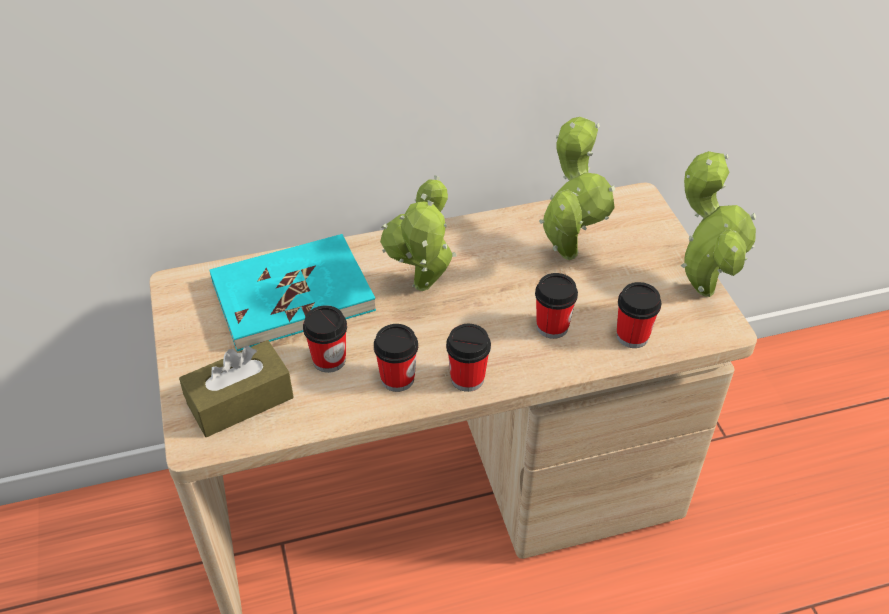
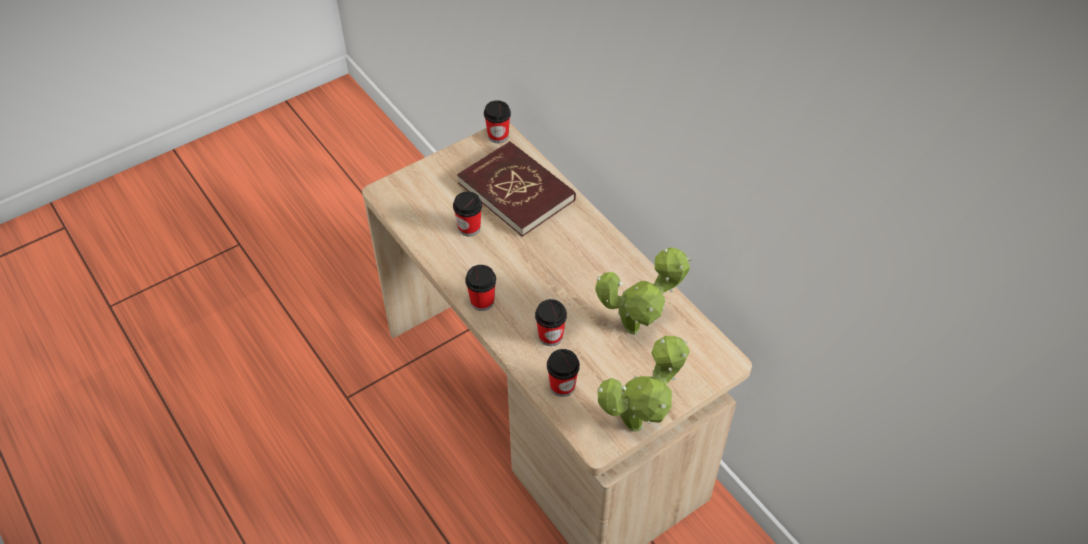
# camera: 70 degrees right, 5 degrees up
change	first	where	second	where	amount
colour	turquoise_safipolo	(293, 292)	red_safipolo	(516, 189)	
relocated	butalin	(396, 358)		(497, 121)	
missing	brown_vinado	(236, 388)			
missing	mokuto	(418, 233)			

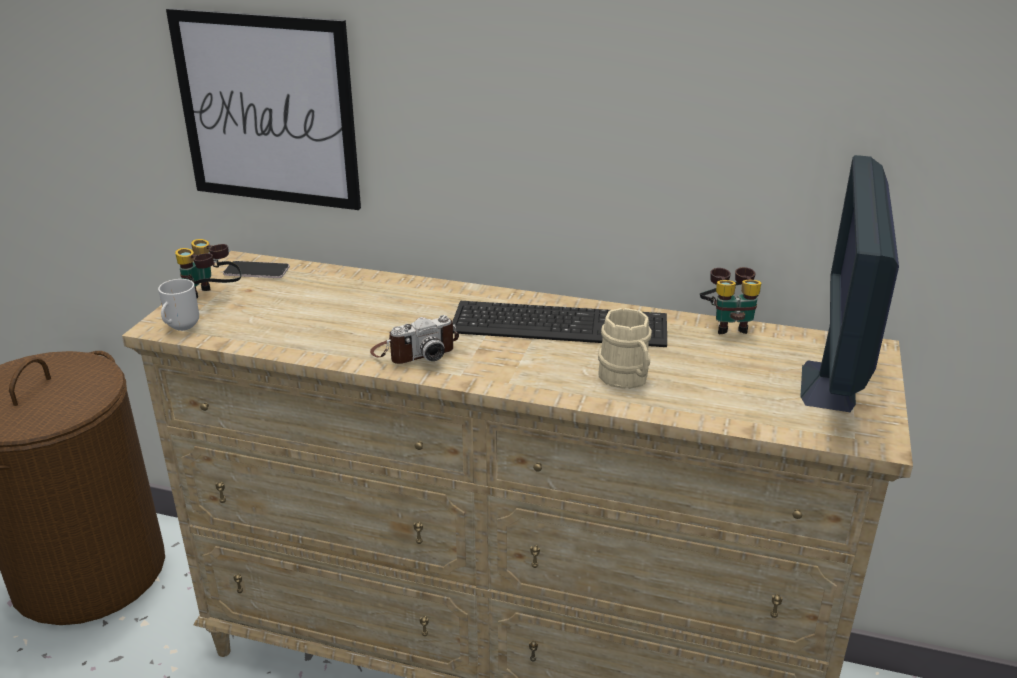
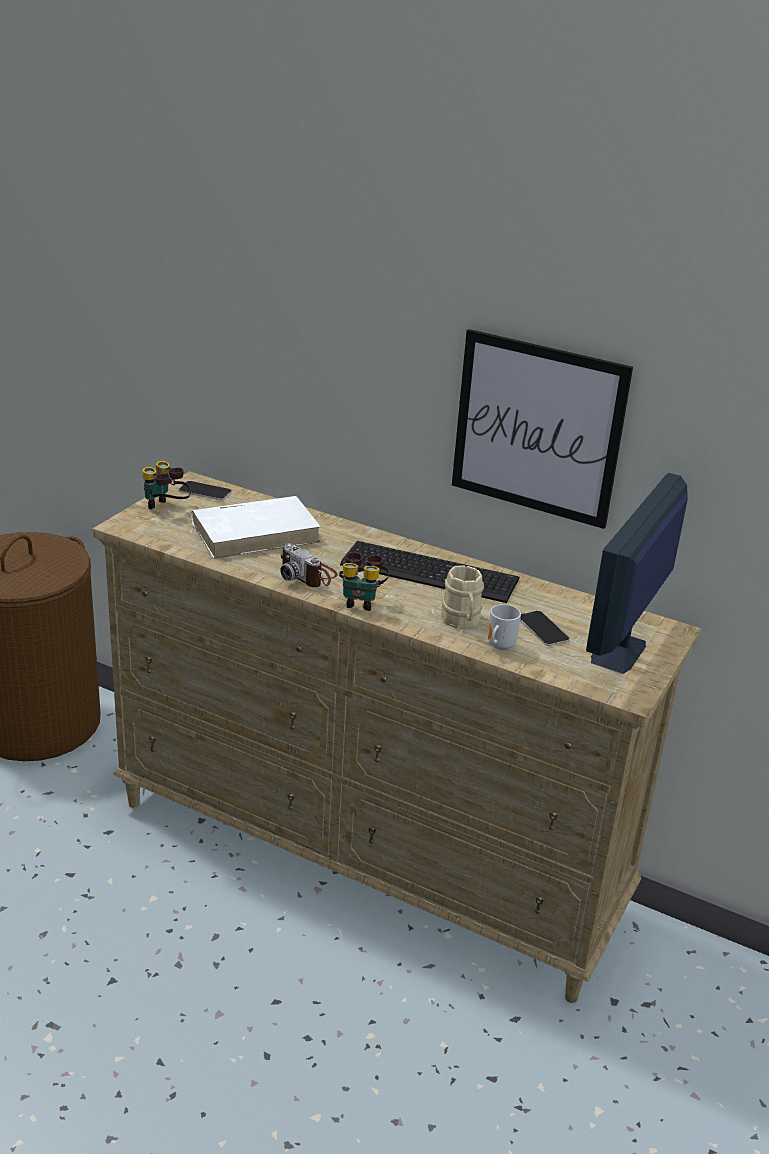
# camera: 10 degrees right, 0 degrees up
change	first	where	second	where	amount
appeared			white_safipolo	(256, 527)	
spun	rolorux	(414, 339)		(309, 565)	60 degrees clockwise
relocated	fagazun	(730, 300)		(364, 581)	
relocated	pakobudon	(263, 109)		(542, 429)	
relocated	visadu	(178, 305)		(504, 627)	
appeared			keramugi	(545, 628)	

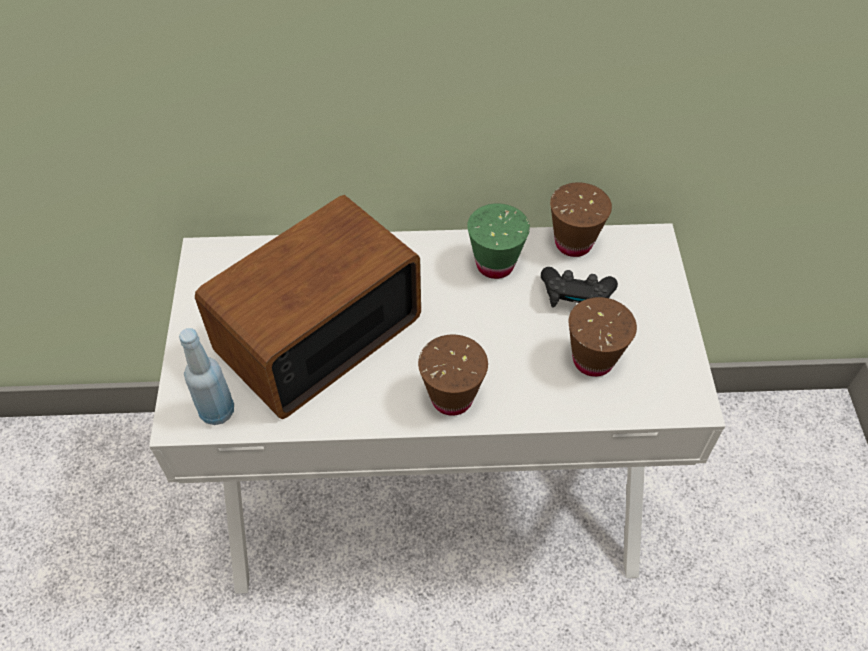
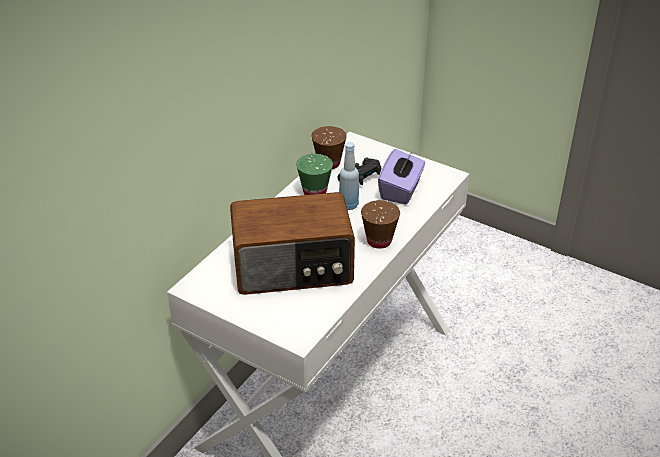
# camera: 55 degrees left, 15 degrees down
change	first	where	second	where	amount
spun	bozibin	(308, 307)		(292, 243)	90 degrees counterclockwise
relocated	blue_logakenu	(206, 376)		(349, 176)	
exchanged	brown_butalin	(603, 337)	purple_vinado	(401, 177)	

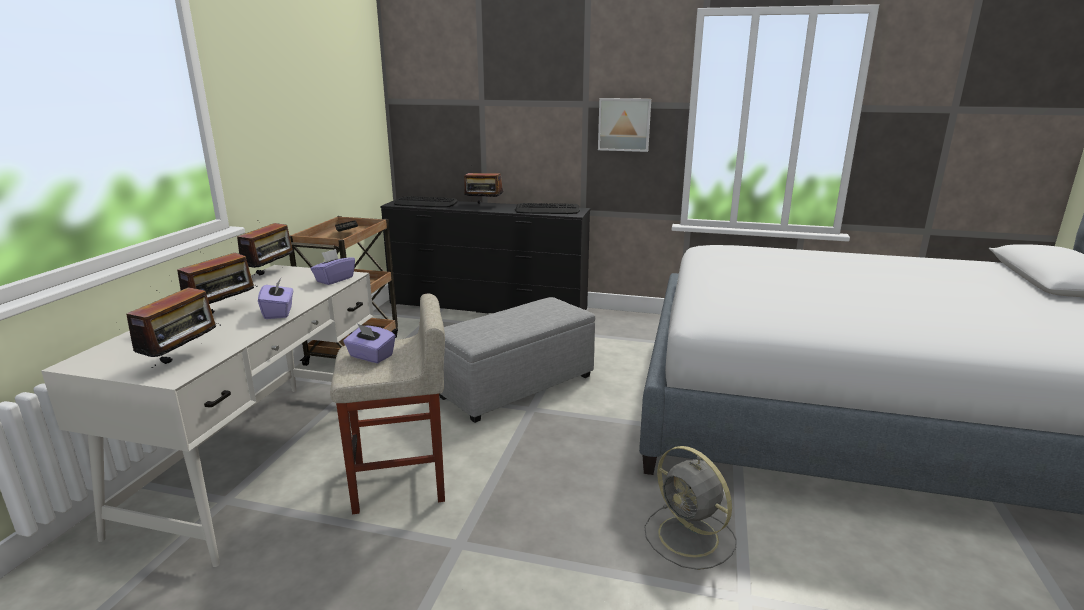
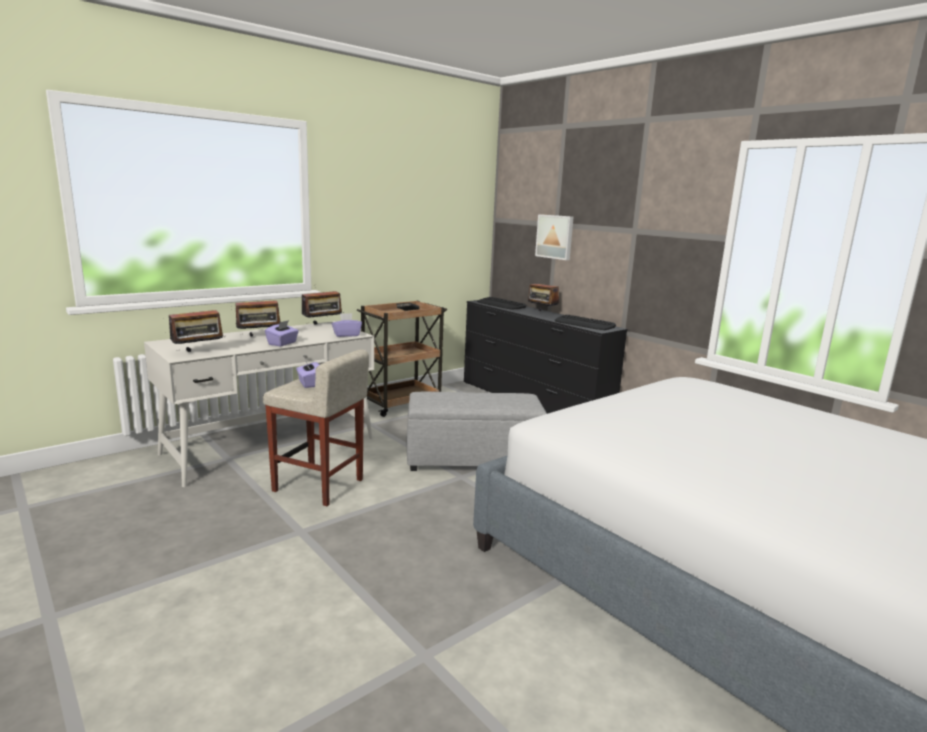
# camera: 35 degrees right, 5 degrees down
change	first	where	second	where	amount
relocated	pakobudon	(624, 125)		(554, 237)	
missing	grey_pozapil	(690, 508)			

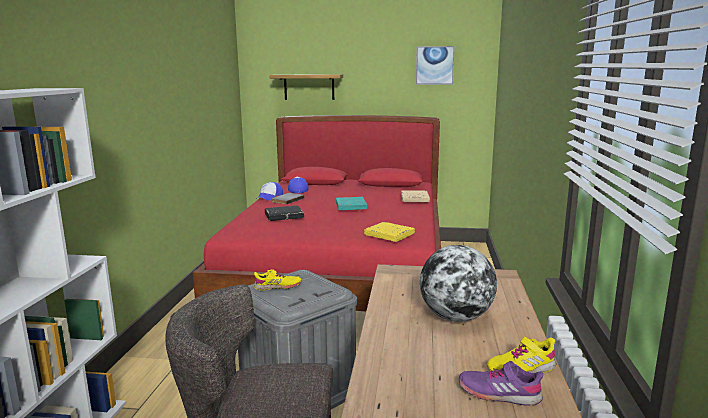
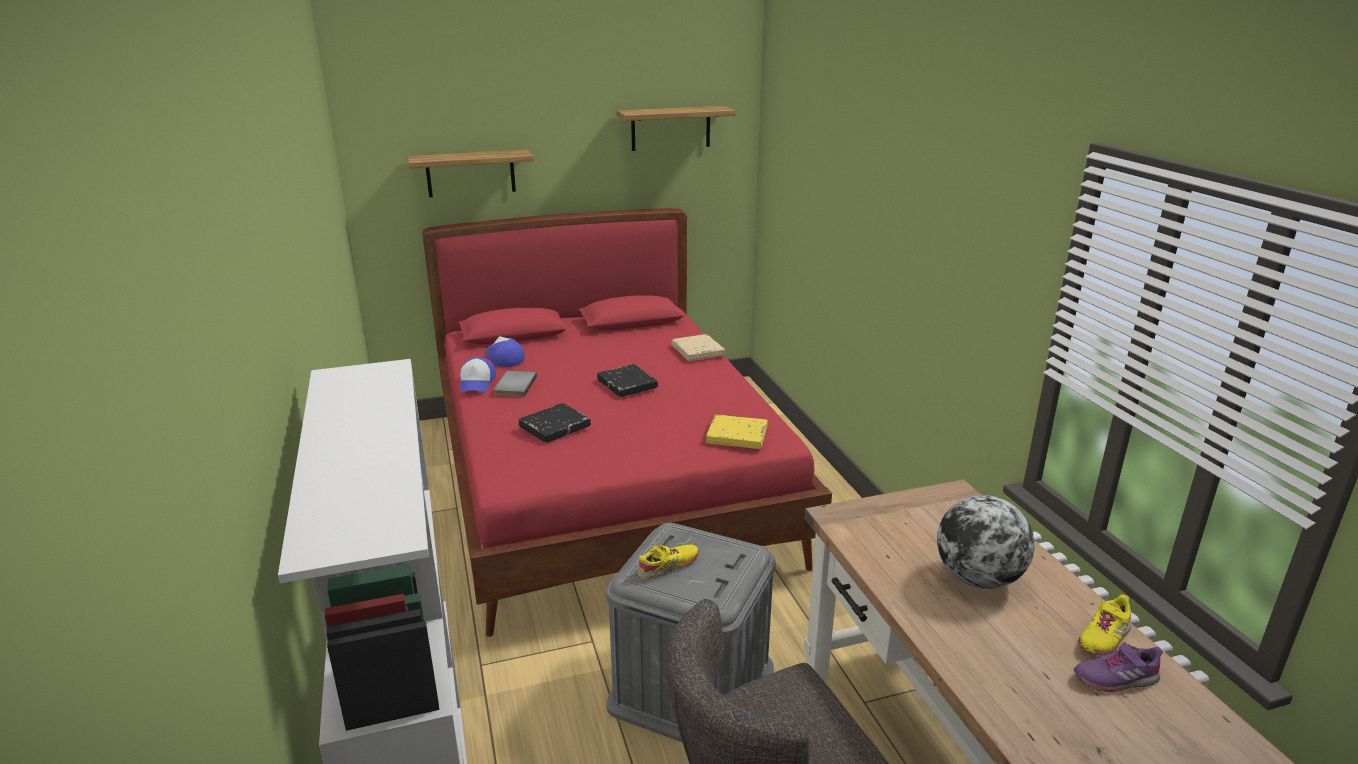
# camera: 25 degrees left, 10 degrees up
change	first	where	second	where	amount
colour	turquoise_safipolo	(351, 203)	black_safipolo	(627, 380)	
exchanged	pakobudon	(435, 65)	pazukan	(676, 128)	

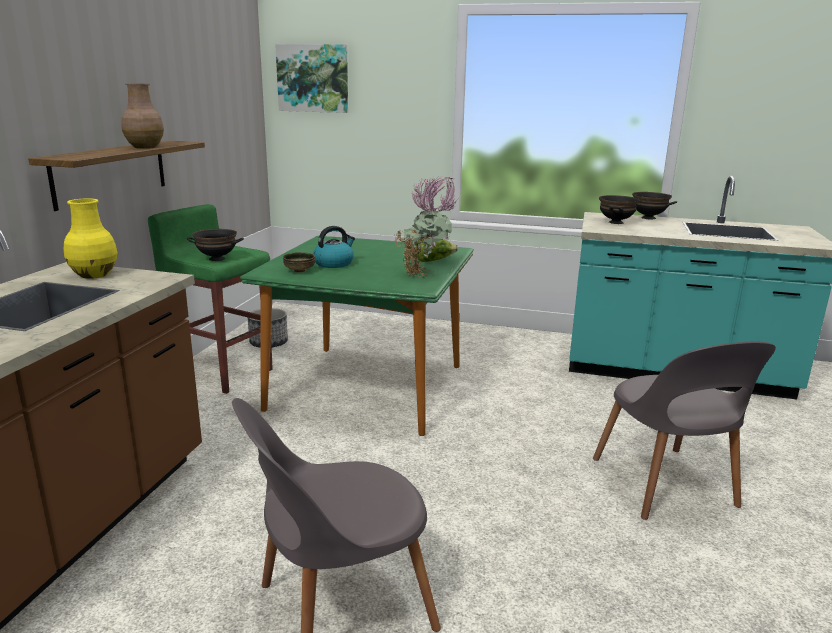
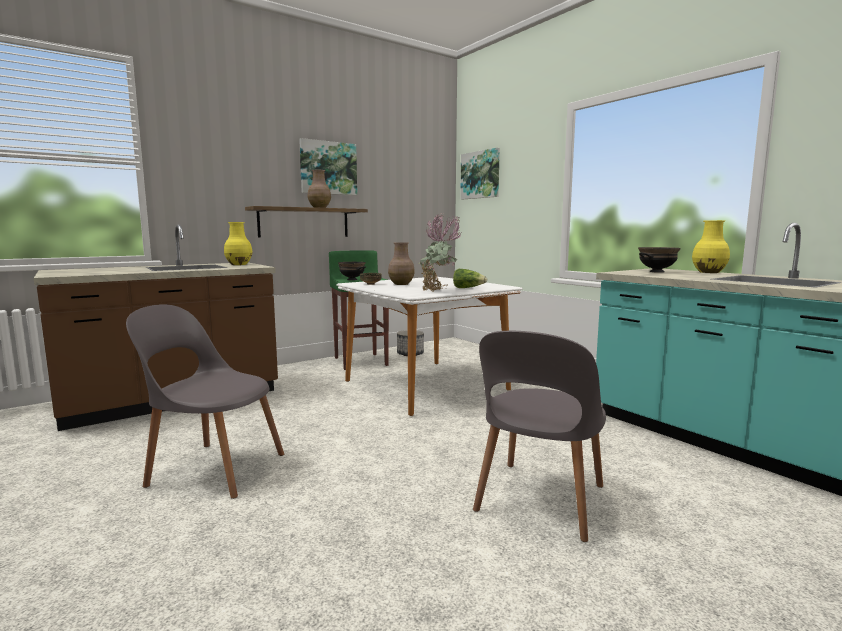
# camera: 40 degrees right, 10 degrees down
change	first	where	second	where	amount
appeared			pakobudon	(328, 166)	
colour	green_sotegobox	(357, 336)	white_sotegobox	(429, 346)	
exchanged	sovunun	(334, 247)	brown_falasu	(401, 263)	
exchanged	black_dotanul	(654, 205)	yellow_falasu	(711, 246)	

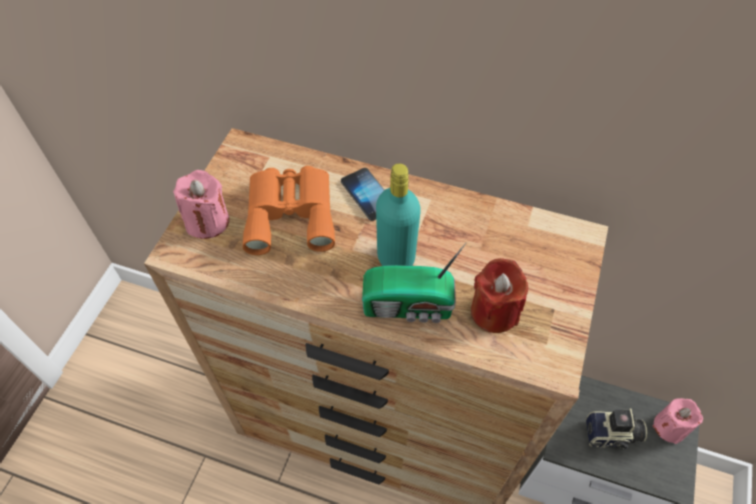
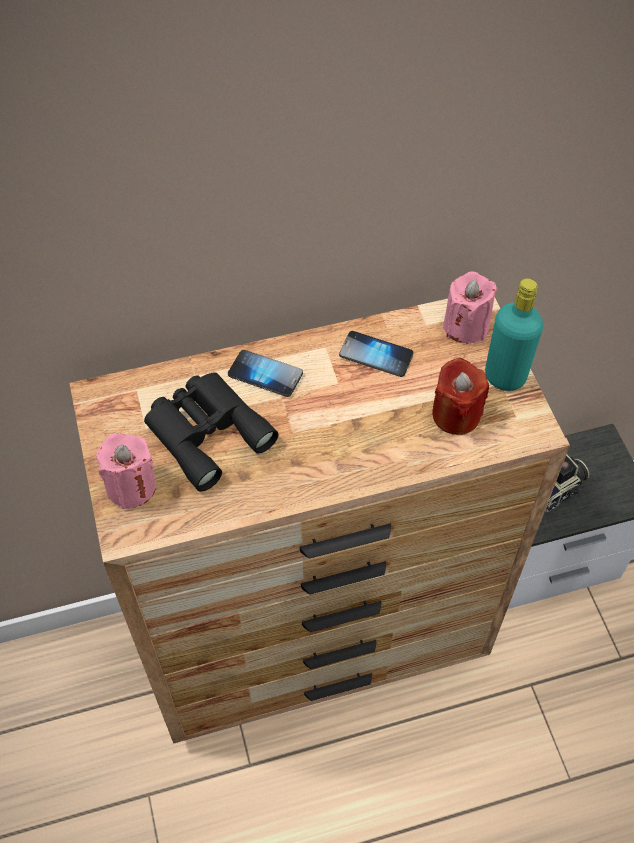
# camera: 35 degrees left, 0 degrees up
change	first	where	second	where	amount
colour	orange_fagazun	(289, 210)	black_fagazun	(211, 432)	
appeared			keramugi	(376, 354)	
relocated	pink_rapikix	(678, 421)		(470, 307)	
relocated	turquoise_logakenu	(398, 214)		(514, 334)	
missing	bozibin	(414, 283)			

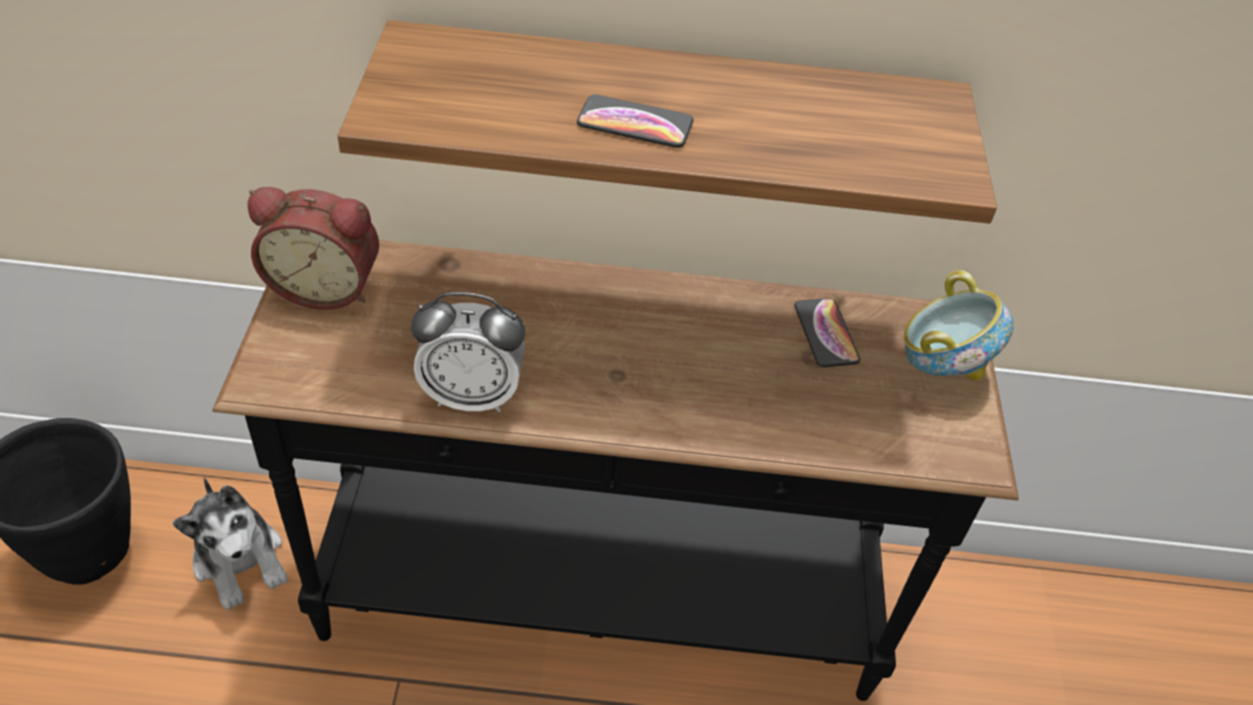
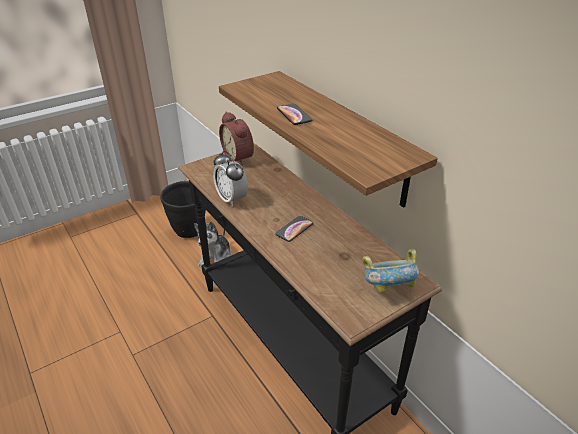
# camera: 55 degrees right, 10 degrees down
change	first	where	second	where	amount
relocated	keramugi	(827, 332)		(294, 229)	

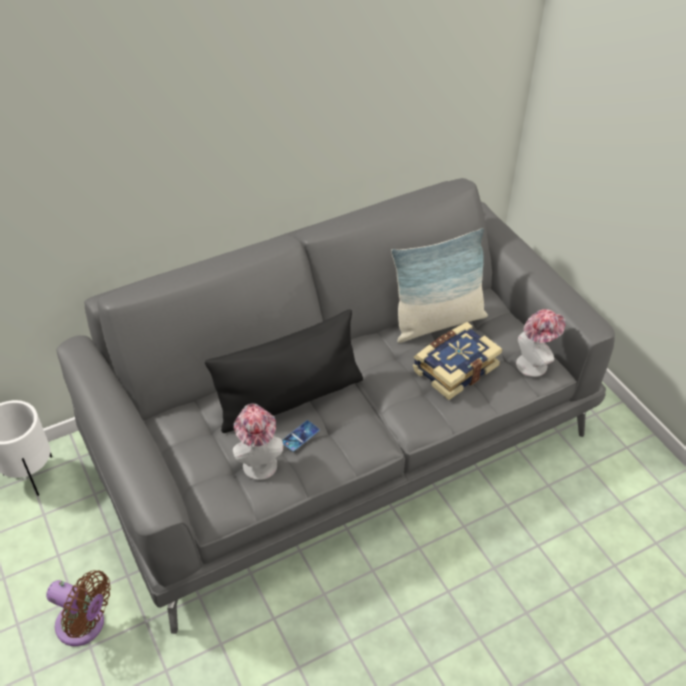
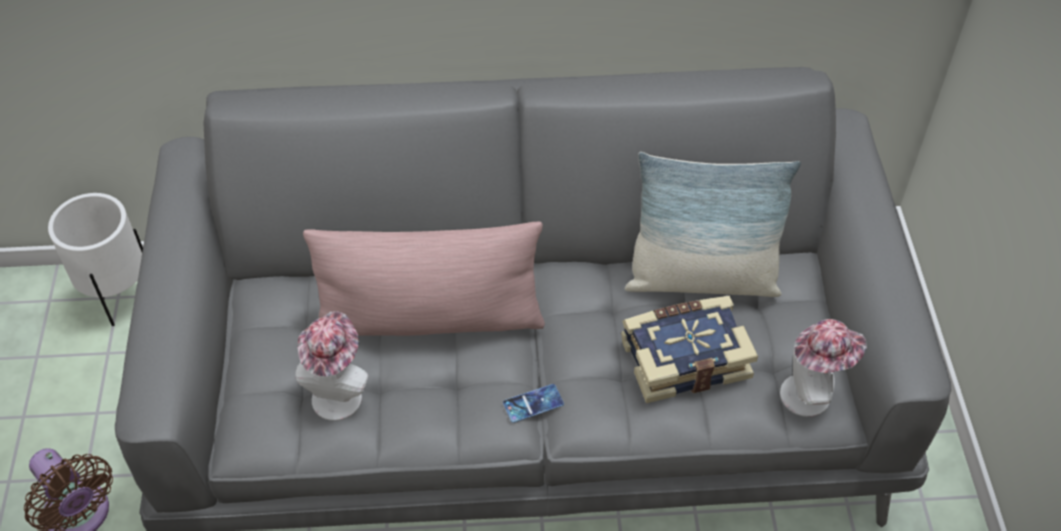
# camera: 25 degrees right, 5 degrees up
change	first	where	second	where	amount
colour	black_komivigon	(284, 371)	pink_komivigon	(424, 279)	
relocated	keramugi	(301, 436)		(533, 403)	

